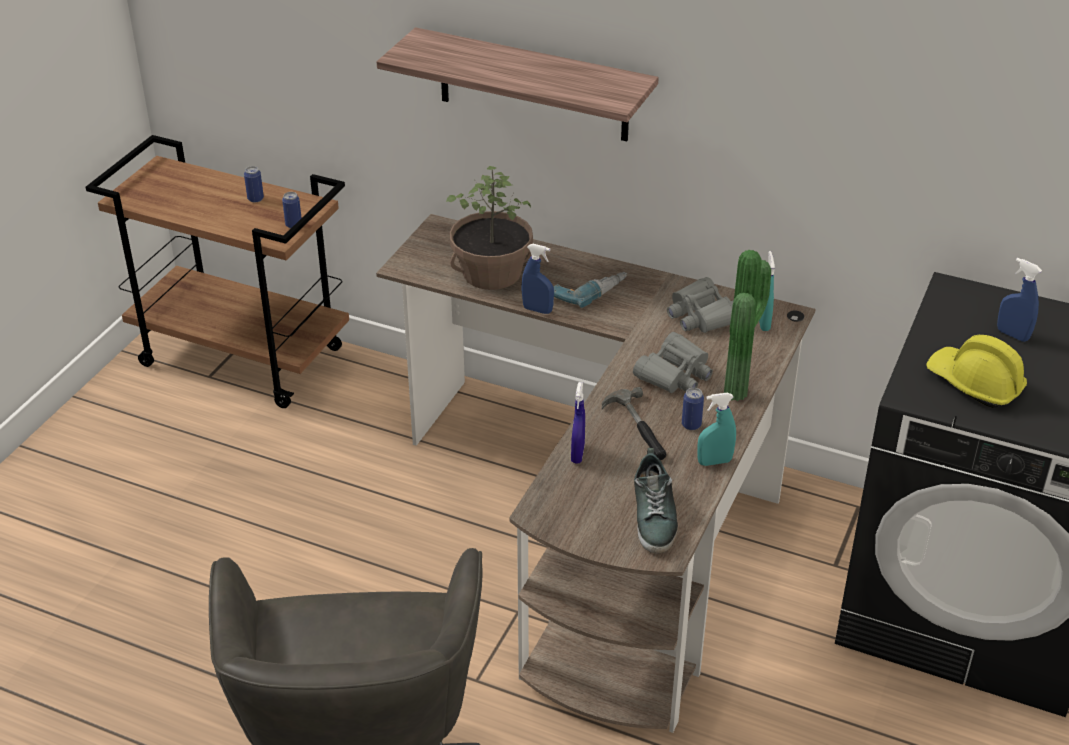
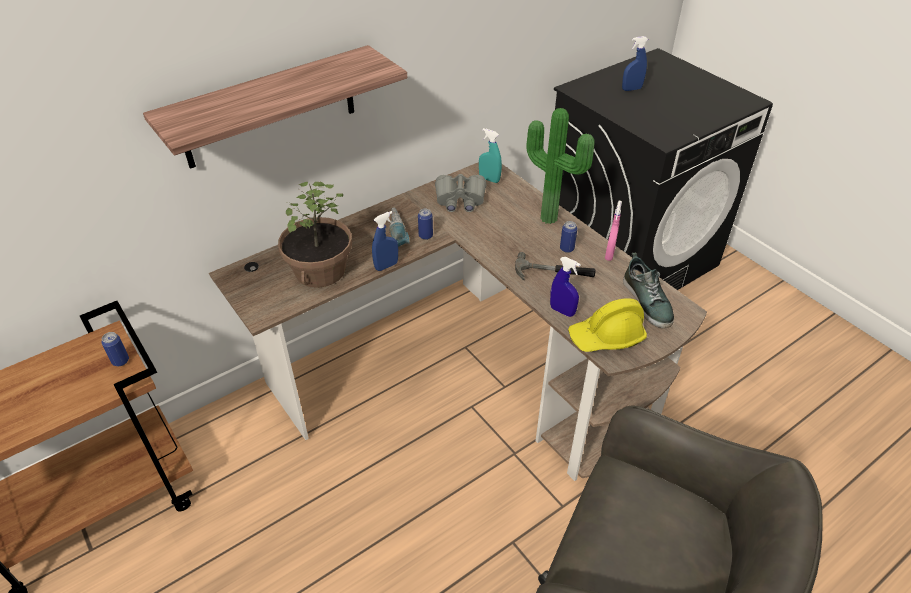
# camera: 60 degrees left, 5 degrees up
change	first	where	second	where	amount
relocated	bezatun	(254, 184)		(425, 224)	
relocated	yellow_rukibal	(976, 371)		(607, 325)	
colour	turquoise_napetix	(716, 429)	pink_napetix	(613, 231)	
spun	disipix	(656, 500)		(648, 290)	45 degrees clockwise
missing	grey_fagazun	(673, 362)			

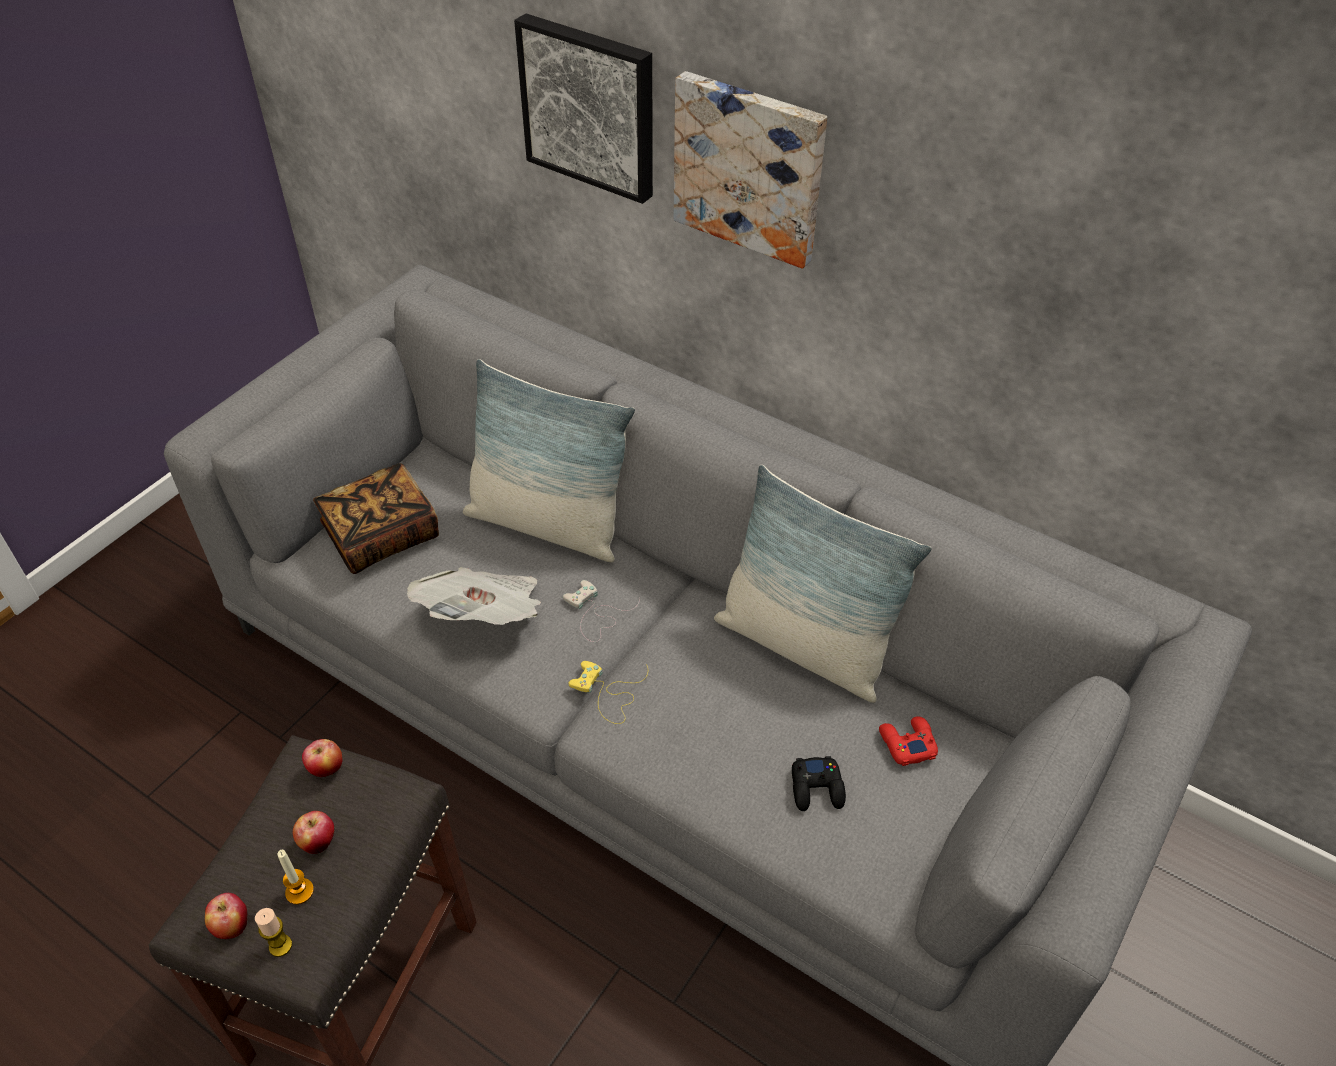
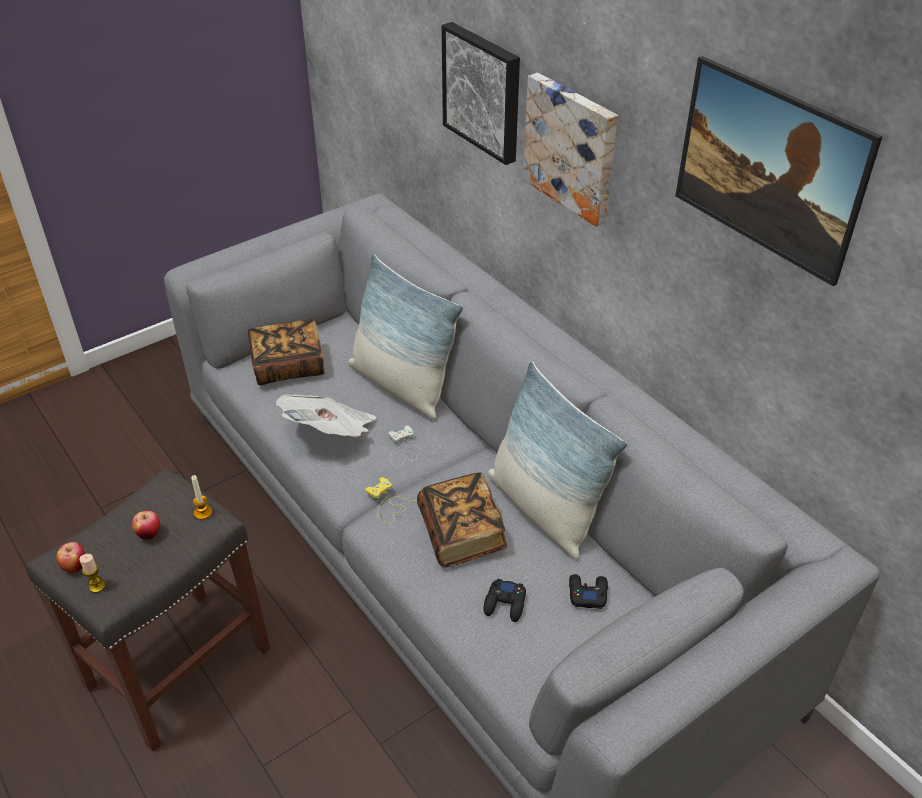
# camera: 20 degrees right, 5 degrees down
change	first	where	second	where	amount
relocated	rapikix	(295, 877)		(201, 497)	
appeared			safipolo	(462, 520)	
colour	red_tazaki	(908, 741)	black_tazaki	(588, 591)	
appeared			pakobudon	(779, 171)	
missing	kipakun	(322, 758)			

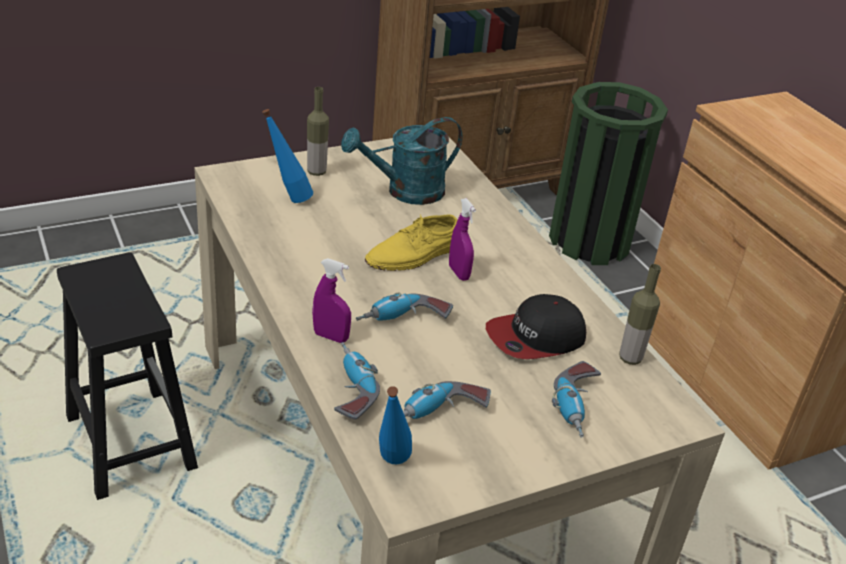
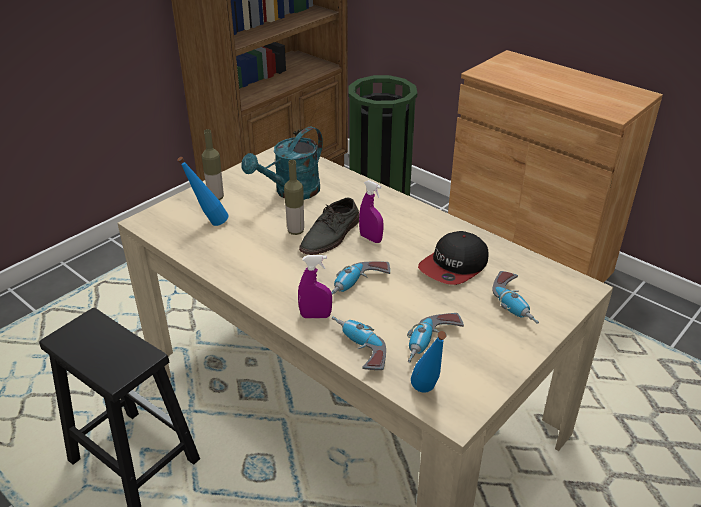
# camera: 20 degrees left, 0 degrees up
change	first	where	second	where	amount
relocated	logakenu	(640, 314)		(294, 197)	
colour	yellow_disipix	(411, 242)	grey_disipix	(329, 226)	

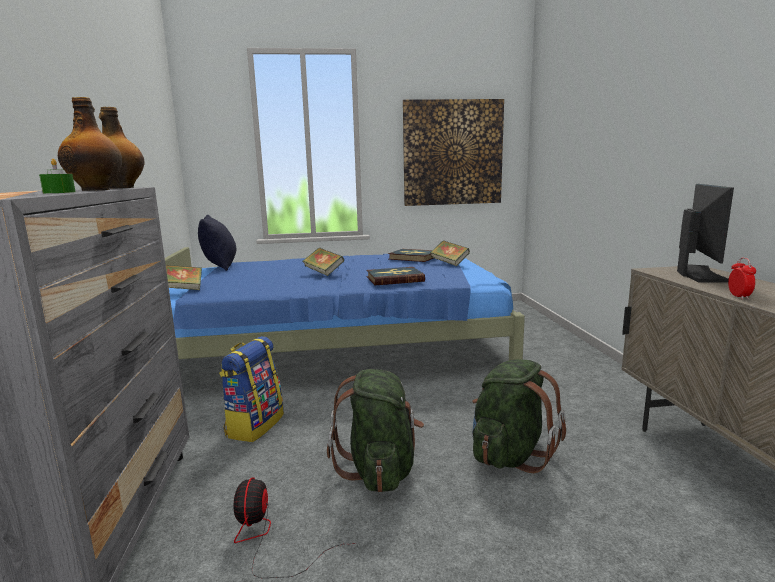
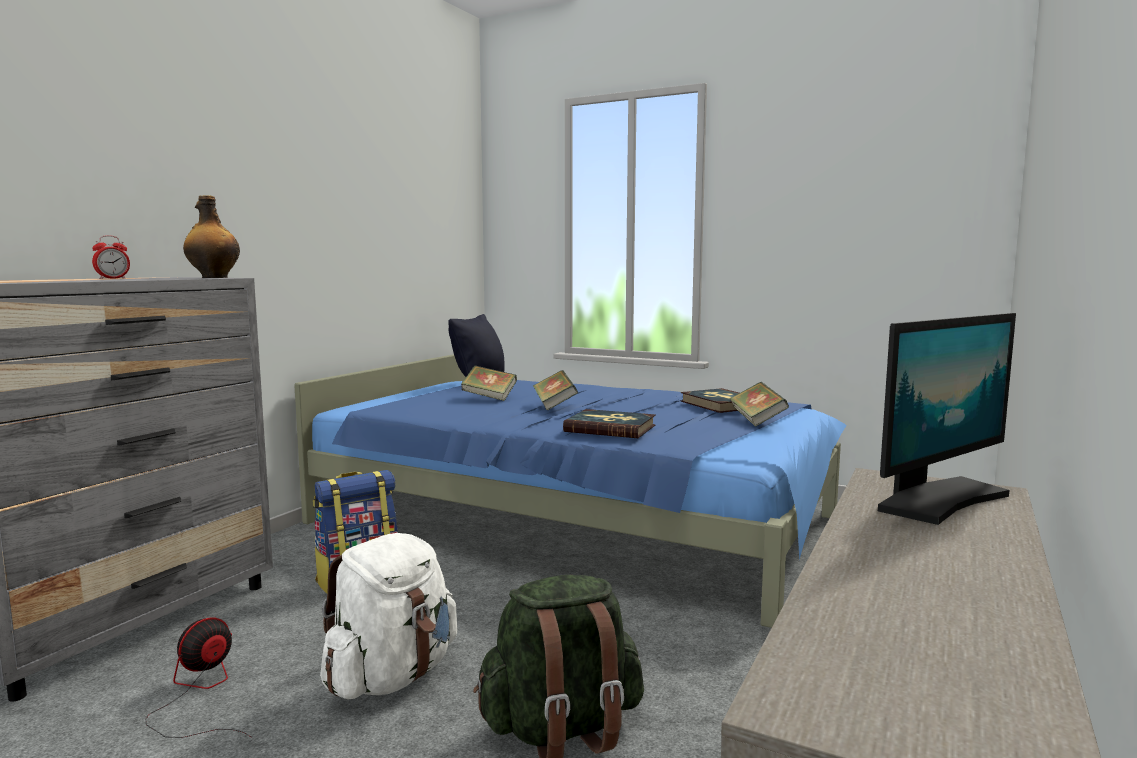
# camera: 35 degrees right, 5 degrees down
change	first	where	second	where	amount
relocated	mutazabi	(742, 278)		(111, 257)	
colour	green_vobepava	(375, 431)	white_vobepava	(388, 616)	
relocated	safipolo	(184, 277)		(489, 383)	
missing	green_rapikix	(57, 175)			
missing	logakenu	(90, 144)			
missing	pakobudon	(453, 152)			

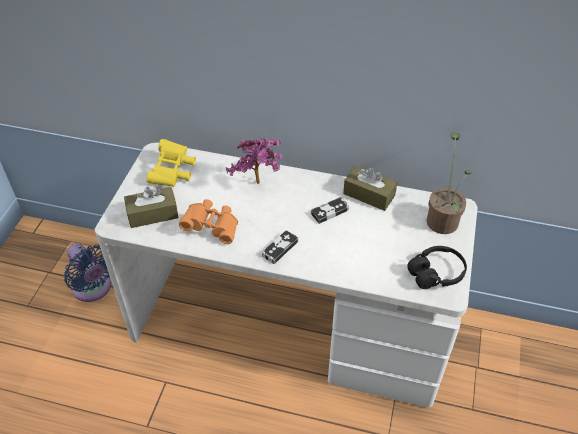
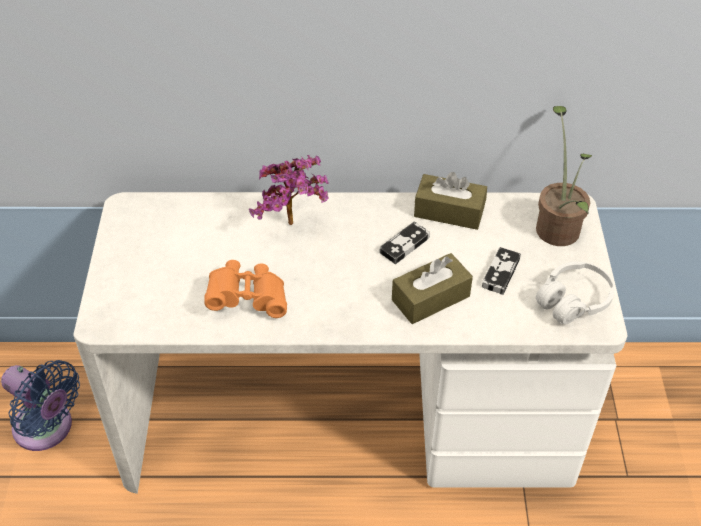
# camera: 15 degrees left, 0 degrees up
change	first	where	second	where	amount
relocated	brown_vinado	(151, 207)		(432, 288)	
relocated	tazaki	(280, 247)		(501, 271)	
colour	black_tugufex	(437, 267)	white_tugufex	(575, 293)	
missing	yellow_fagazun	(171, 163)			

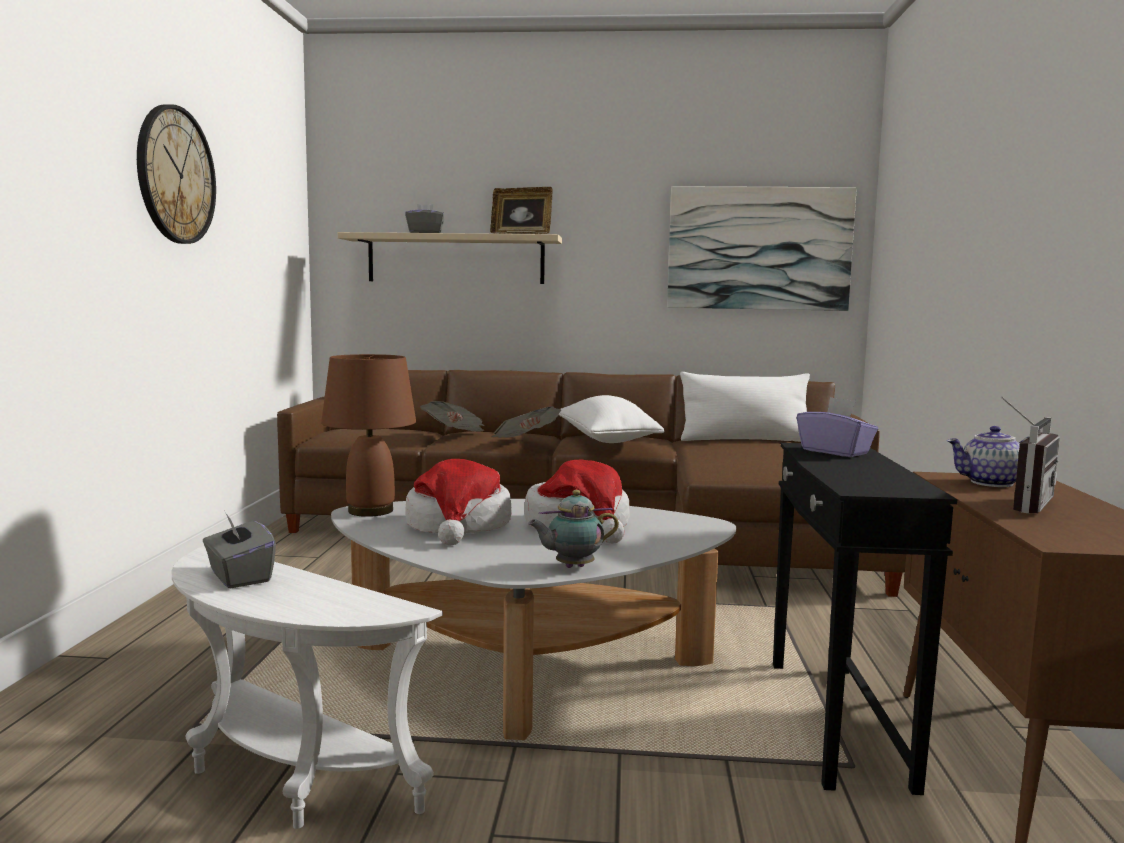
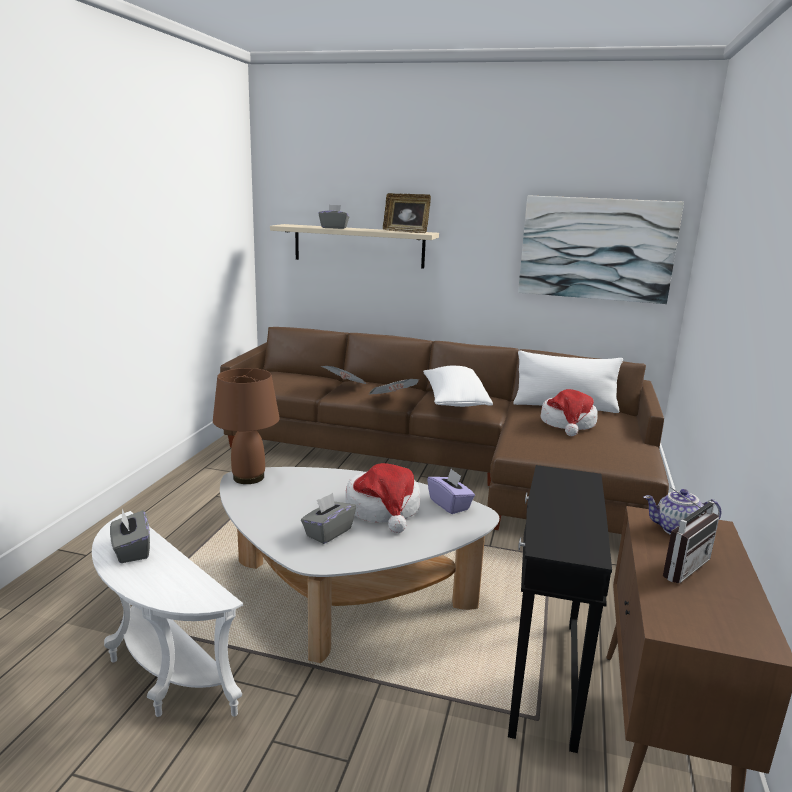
# camera: 10 degrees right, 10 degrees up
change	first	where	second	where	amount
appeared			grey_vinado	(328, 518)	
relocated	purple_vinado	(837, 427)		(451, 491)	
relocated	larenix	(458, 502)		(569, 412)	
missing	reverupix	(176, 174)			
missing	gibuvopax	(573, 529)			

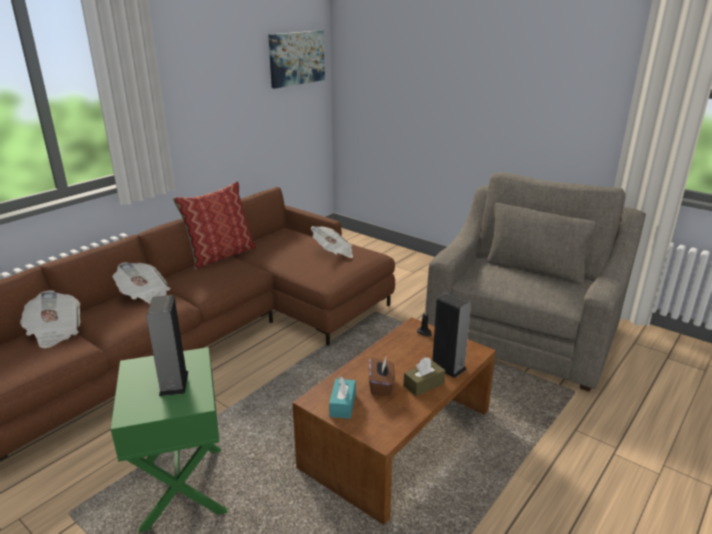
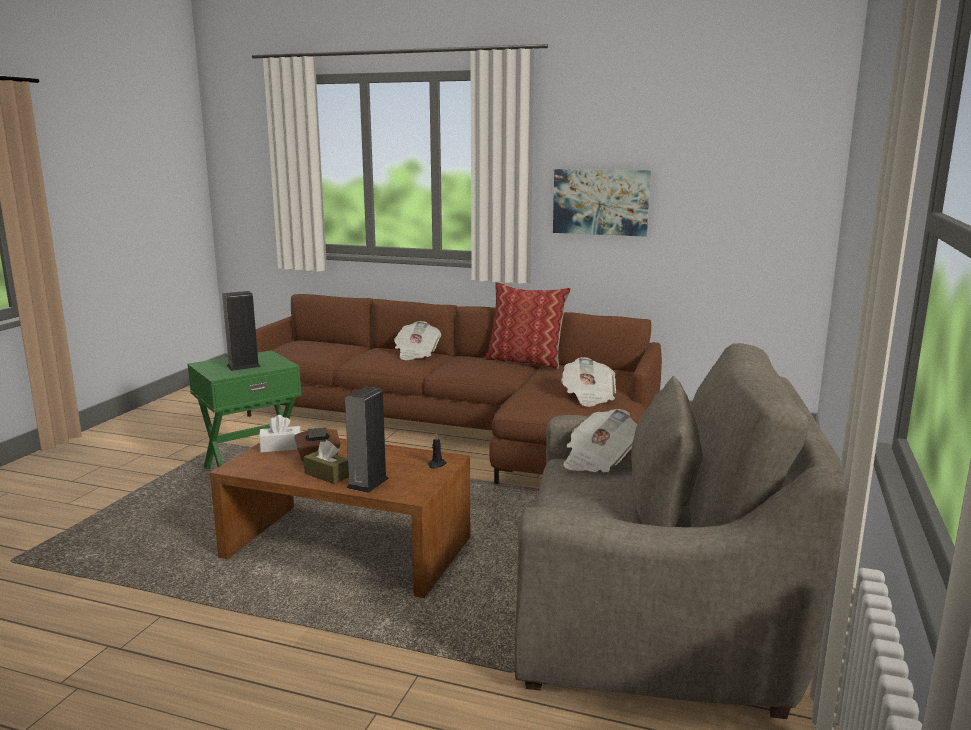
# camera: 70 degrees right, 10 degrees down
change	first	where	second	where	amount
colour	turquoise_vinado	(342, 397)	white_vinado	(280, 434)	
relocated	pakobudon	(296, 59)		(602, 203)	
relocated	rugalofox	(50, 319)		(600, 441)	

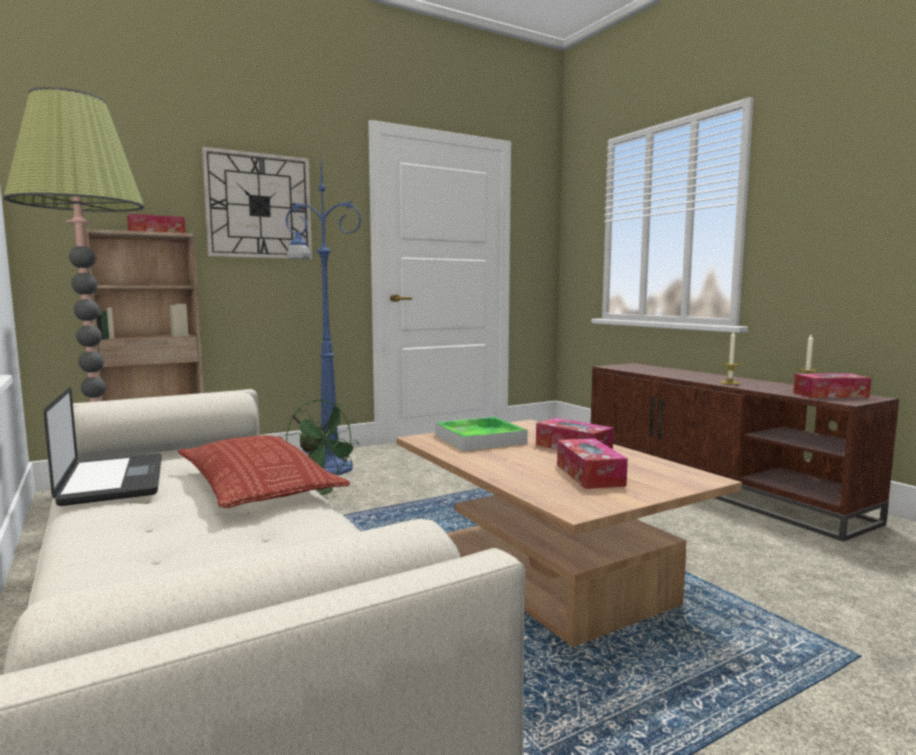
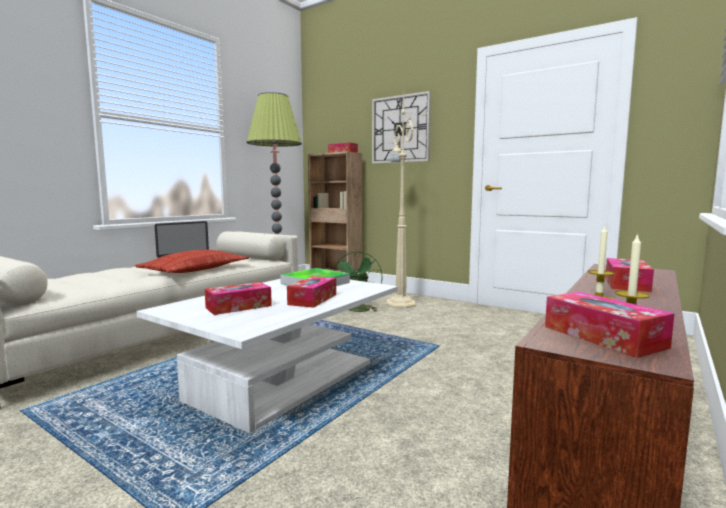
# camera: 65 degrees right, 0 degrees up
change	first	where	second	where	amount
colour	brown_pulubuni	(569, 533)	white_pulubuni	(267, 356)	
colour	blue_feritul	(323, 318)	beige_feritul	(401, 199)	
appeared			vinado	(629, 275)	

